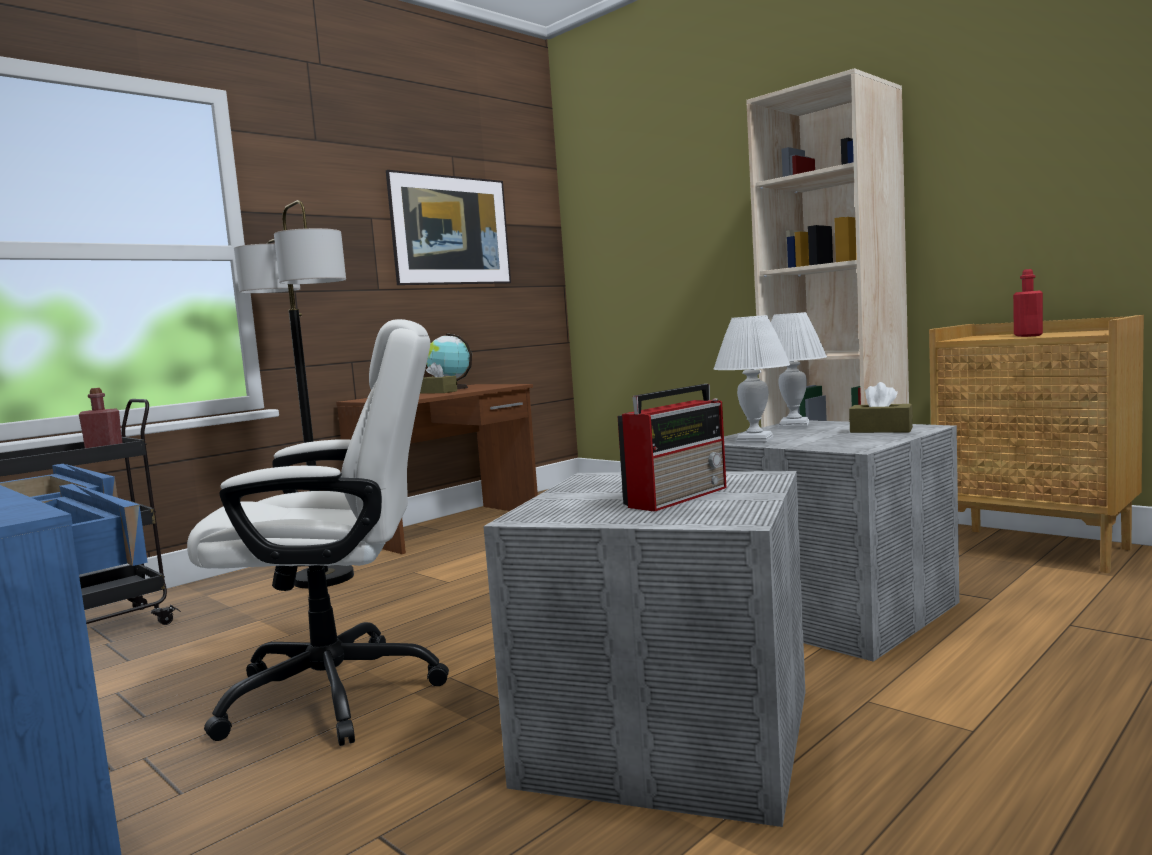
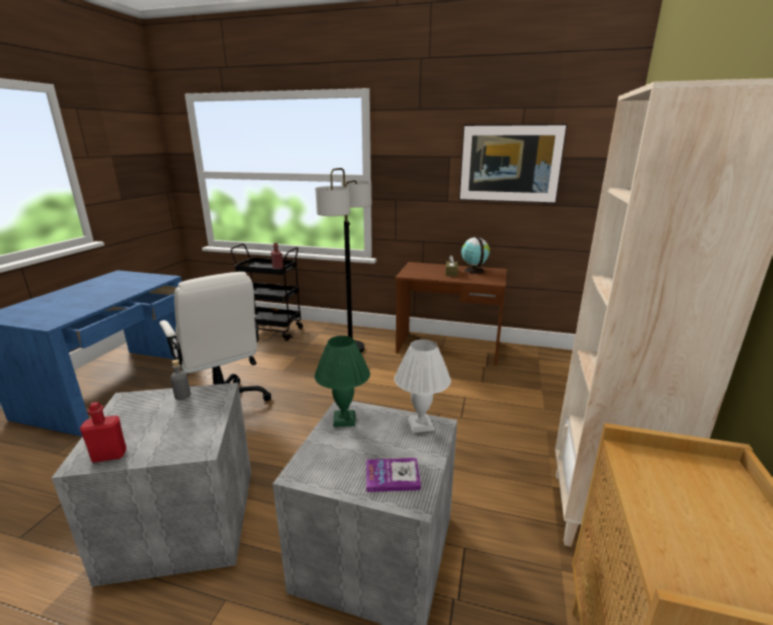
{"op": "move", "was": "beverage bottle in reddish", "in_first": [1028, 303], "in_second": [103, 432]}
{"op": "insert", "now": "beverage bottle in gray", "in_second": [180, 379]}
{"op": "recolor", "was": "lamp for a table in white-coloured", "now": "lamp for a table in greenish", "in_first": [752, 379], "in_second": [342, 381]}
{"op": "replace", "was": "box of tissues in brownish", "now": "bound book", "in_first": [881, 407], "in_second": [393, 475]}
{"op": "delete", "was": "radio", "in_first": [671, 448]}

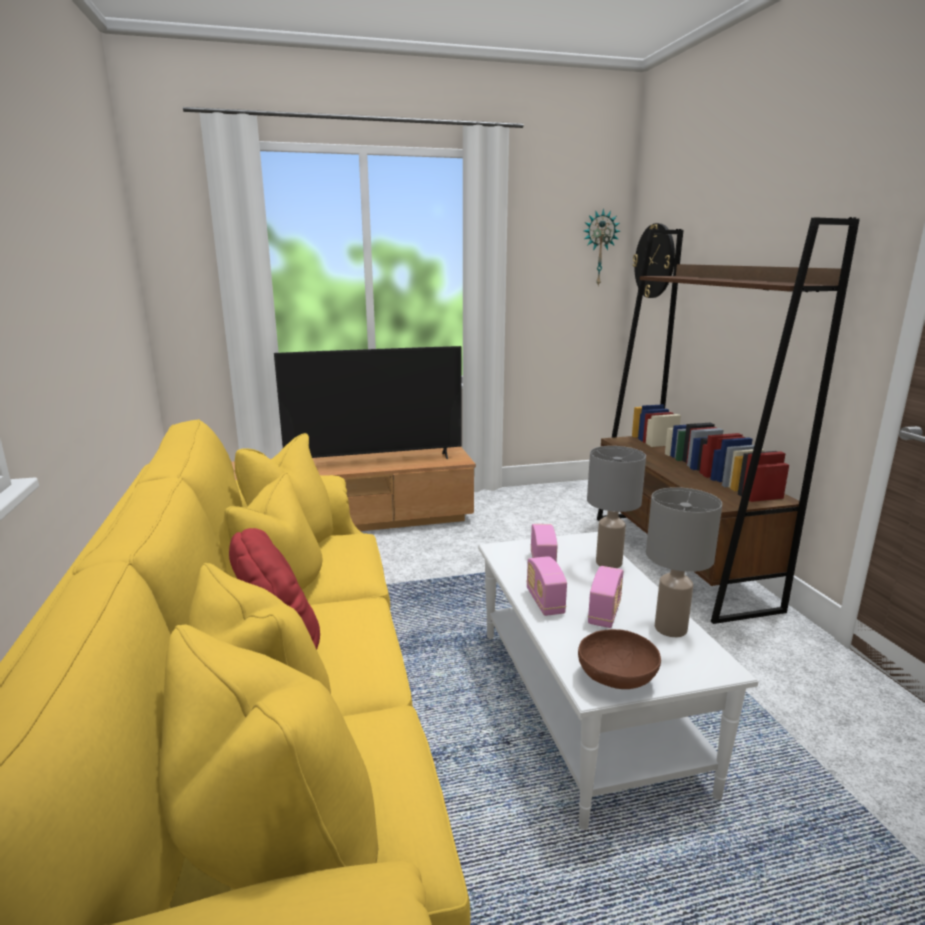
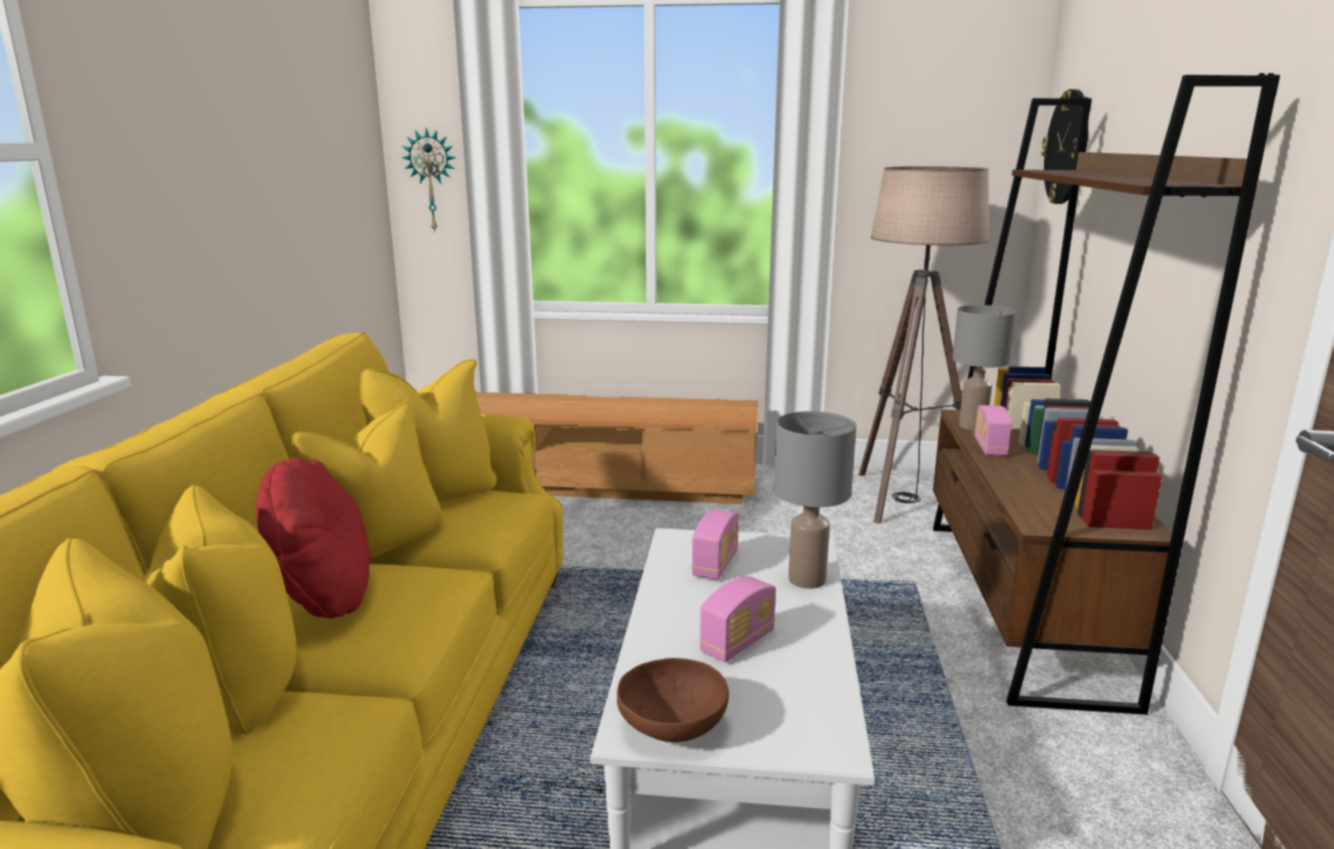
{"op": "move", "was": "wall clock", "in_first": [602, 247], "in_second": [428, 180]}
{"op": "insert", "now": "standard lamp", "in_second": [923, 345]}
{"op": "move", "was": "lamp for a table in gray", "in_first": [684, 562], "in_second": [984, 368]}
{"op": "move", "was": "radio", "in_first": [546, 586], "in_second": [993, 430]}
{"op": "delete", "was": "TV set", "in_first": [367, 402]}

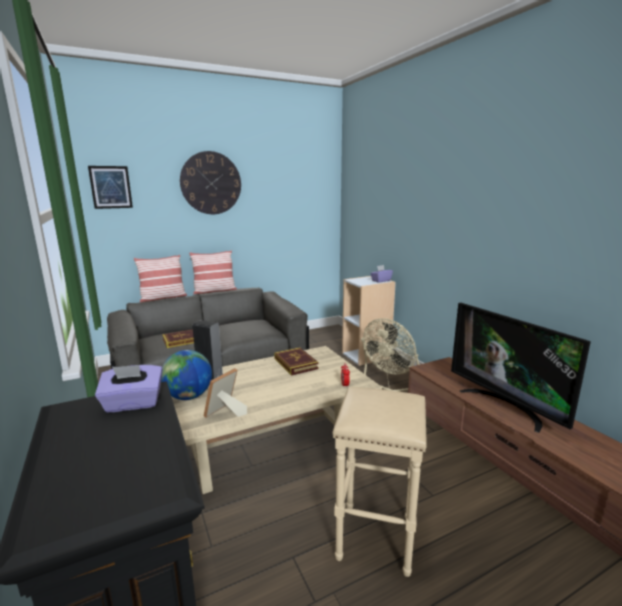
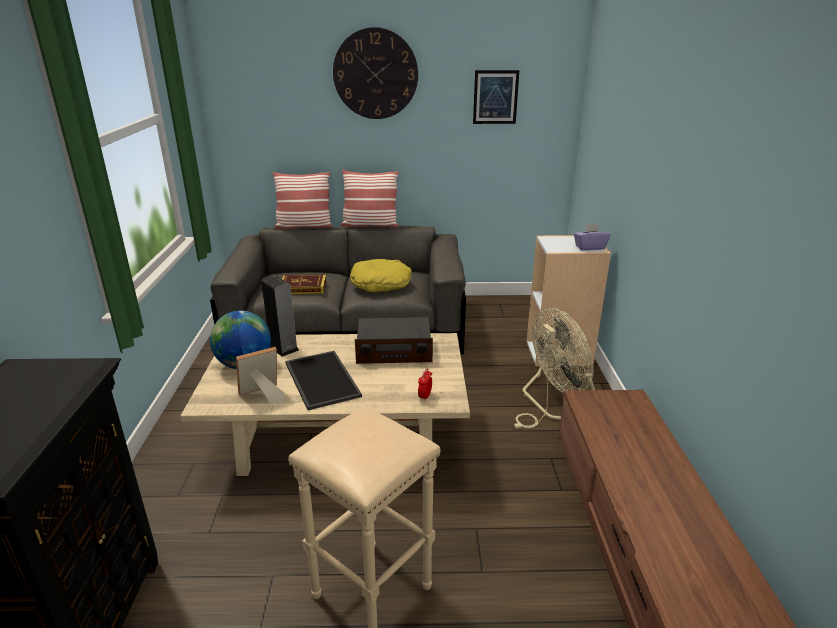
{"op": "insert", "now": "serving tray", "in_second": [323, 380]}
{"op": "insert", "now": "pillow in yellow", "in_second": [381, 275]}
{"op": "replace", "was": "bound book", "now": "radio", "in_first": [296, 361], "in_second": [394, 340]}
{"op": "move", "was": "wall picture", "in_first": [110, 187], "in_second": [496, 97]}
{"op": "delete", "was": "box of tissues in purple-coloured", "in_first": [129, 388]}
{"op": "delete", "was": "TV set", "in_first": [521, 368]}

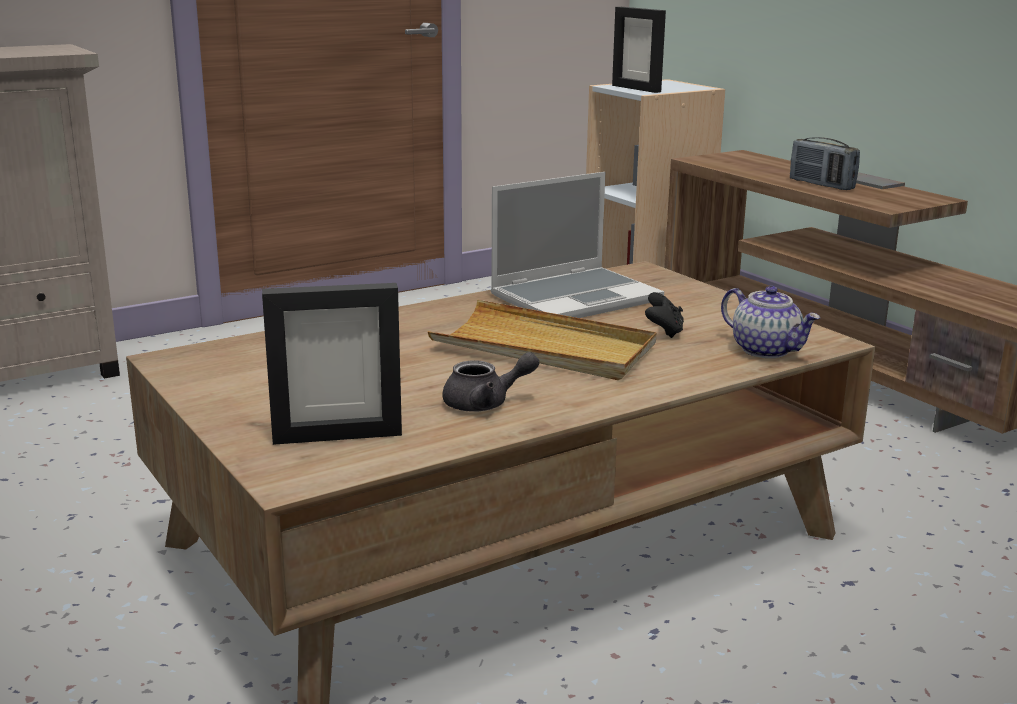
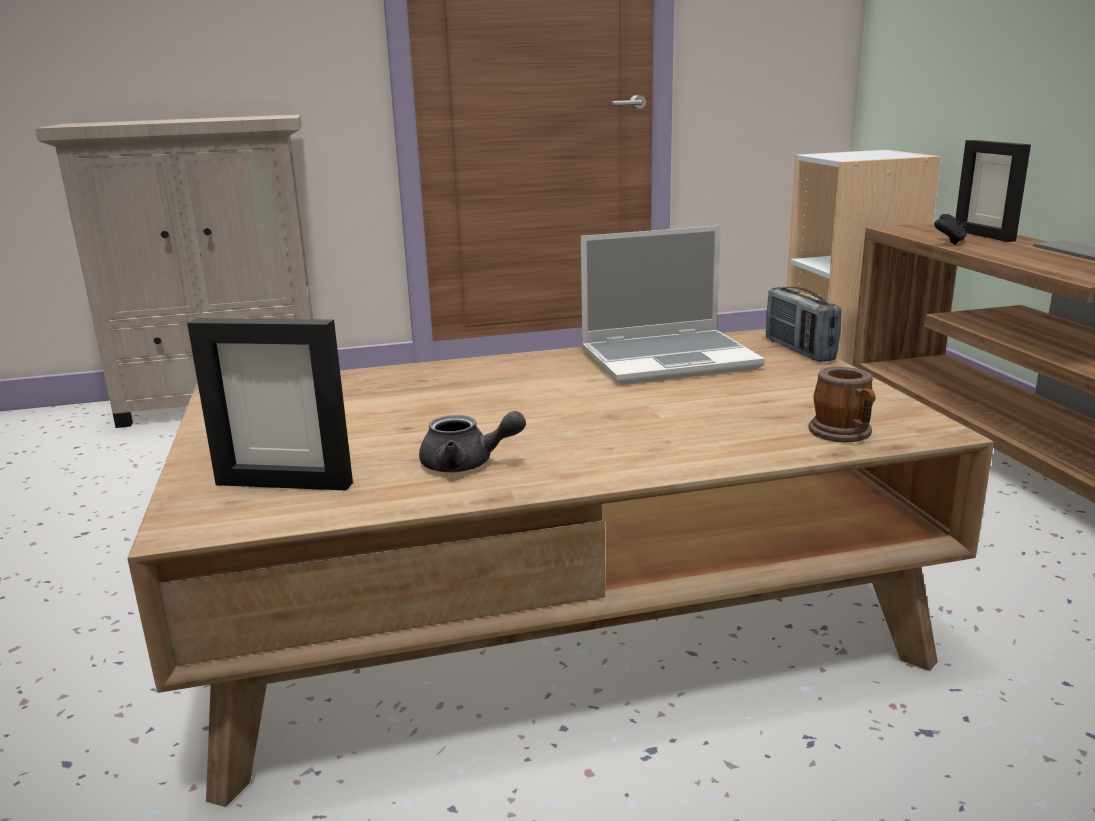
{"op": "move", "was": "radio", "in_first": [825, 163], "in_second": [803, 324]}
{"op": "replace", "was": "pot for tea", "now": "tea mug", "in_first": [770, 322], "in_second": [842, 404]}
{"op": "move", "was": "gamepad in black", "in_first": [664, 315], "in_second": [950, 229]}
{"op": "move", "was": "photo frame", "in_first": [639, 50], "in_second": [993, 191]}
{"op": "delete", "was": "serving tray in beige-coloured", "in_first": [542, 340]}

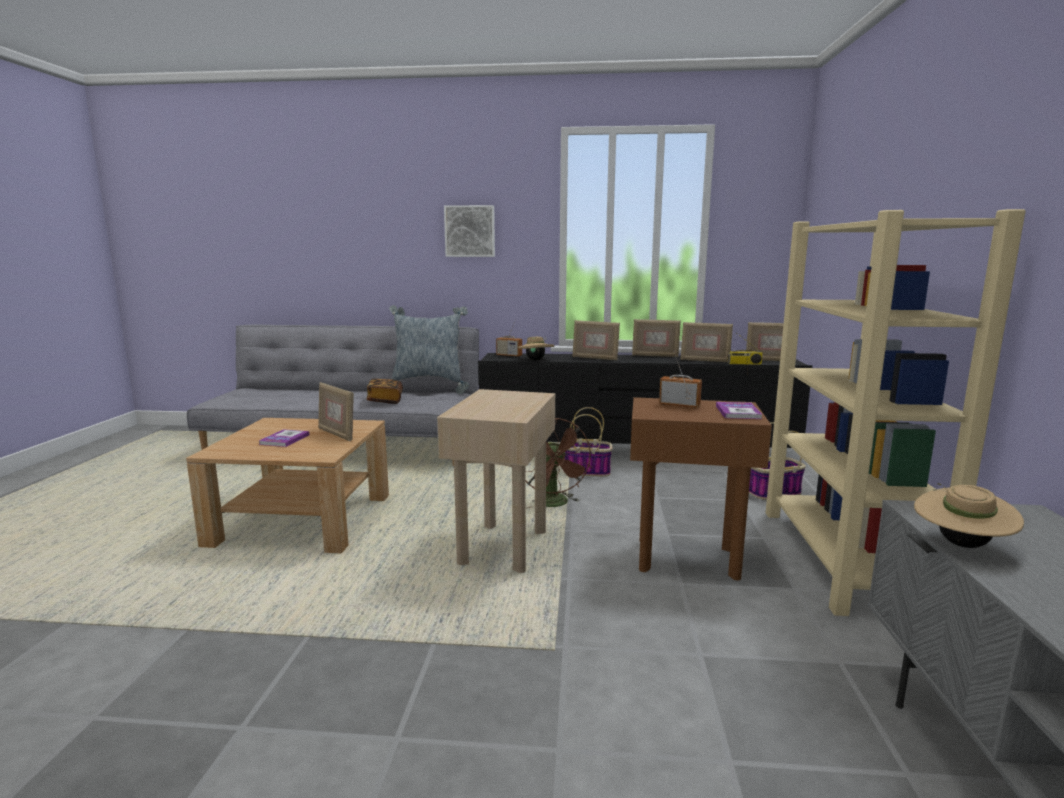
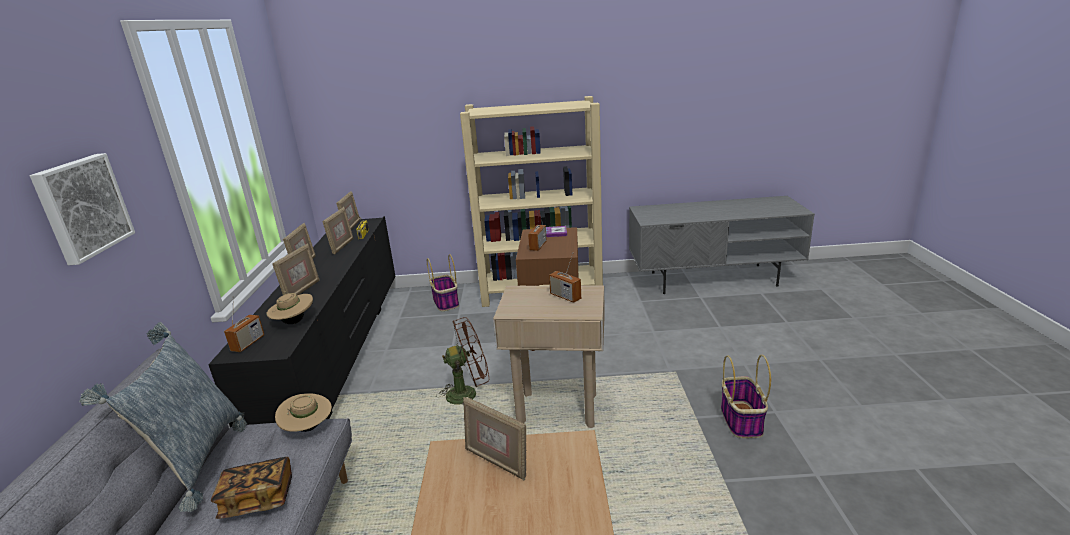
{"op": "move", "was": "clothing hat in beige-coloured", "in_first": [969, 515], "in_second": [303, 412]}
{"op": "rotate", "was": "photo frame", "in_first": [336, 411], "in_second": [494, 438], "clockwise": 90}
{"op": "insert", "now": "radio", "in_second": [565, 278]}
{"op": "move", "was": "basket", "in_first": [587, 442], "in_second": [746, 396]}
{"op": "delete", "was": "bound book", "in_first": [284, 438]}

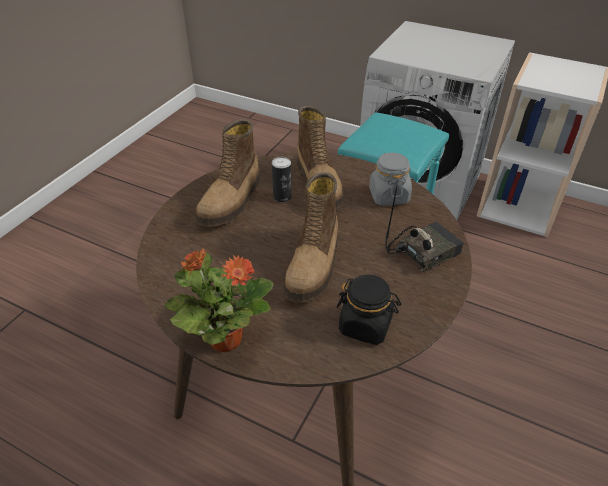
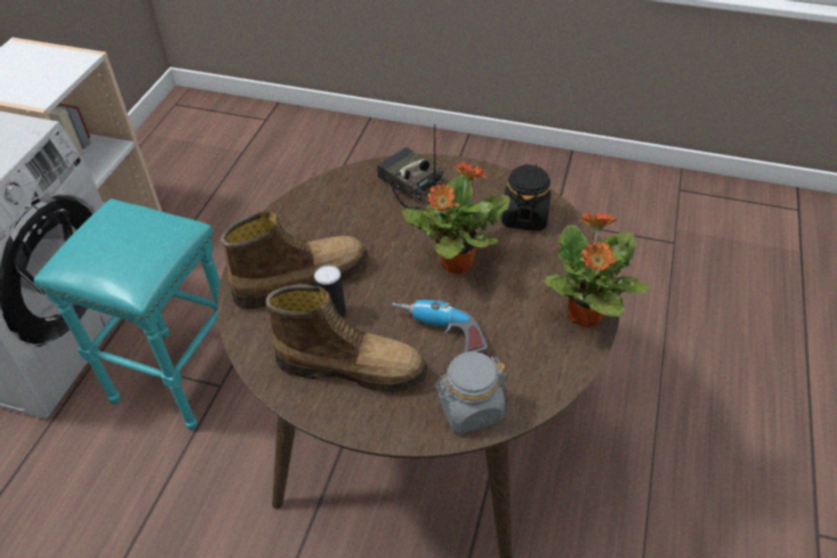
{"op": "insert", "now": "power drill", "in_second": [440, 326]}
{"op": "replace", "was": "tall boot", "now": "potted plant", "in_first": [310, 237], "in_second": [456, 217]}
{"op": "move", "was": "preserve jar in gray", "in_first": [390, 179], "in_second": [471, 393]}

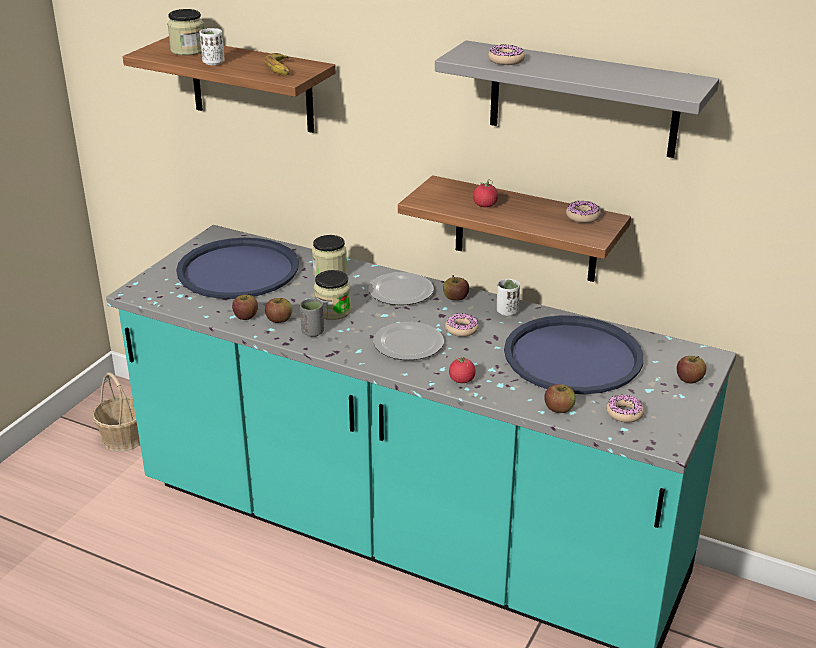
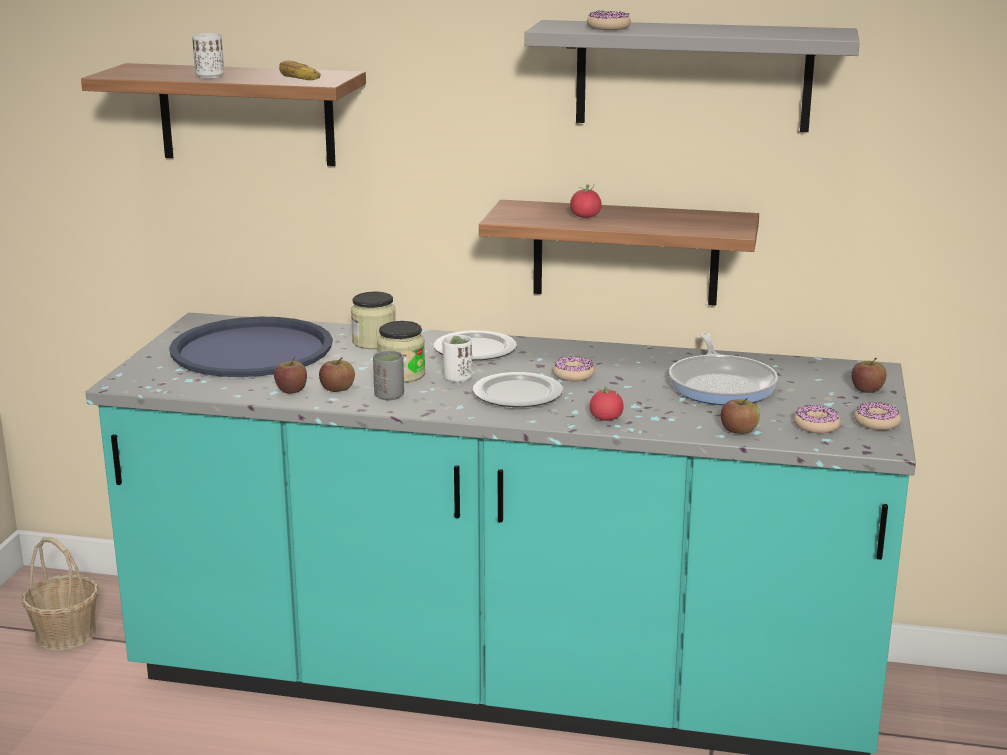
{"op": "move", "was": "small cup in white-coloured", "in_first": [508, 297], "in_second": [457, 359]}
{"op": "replace", "was": "serving tray in bluish", "now": "frying pan", "in_first": [574, 354], "in_second": [723, 369]}
{"op": "move", "was": "ring doughnut", "in_first": [583, 212], "in_second": [877, 416]}
{"op": "delete", "was": "preserve jar", "in_first": [185, 32]}
{"op": "delete", "was": "whole apple", "in_first": [456, 287]}

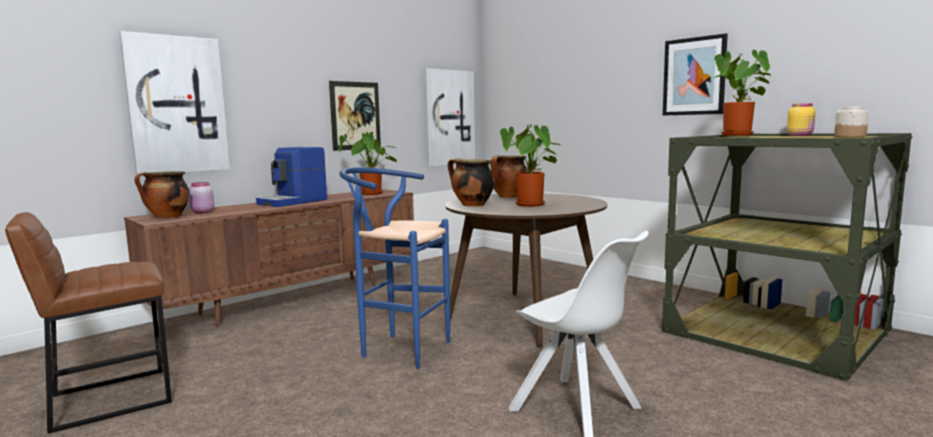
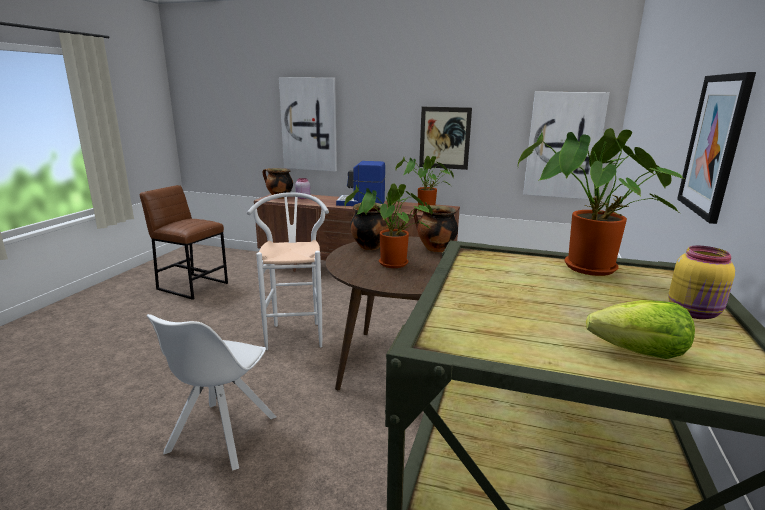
{"op": "recolor", "was": "sitting stool in bluish", "now": "sitting stool in white-coloured", "in_first": [394, 268], "in_second": [288, 271]}
{"op": "replace", "was": "preserve jar", "now": "lettuce head", "in_first": [851, 121], "in_second": [640, 329]}

